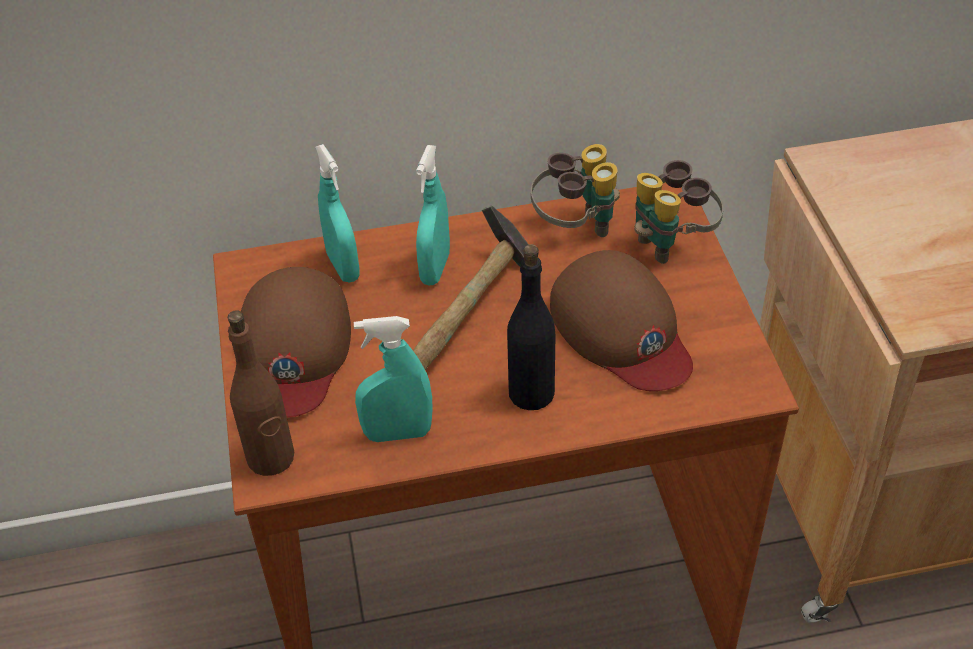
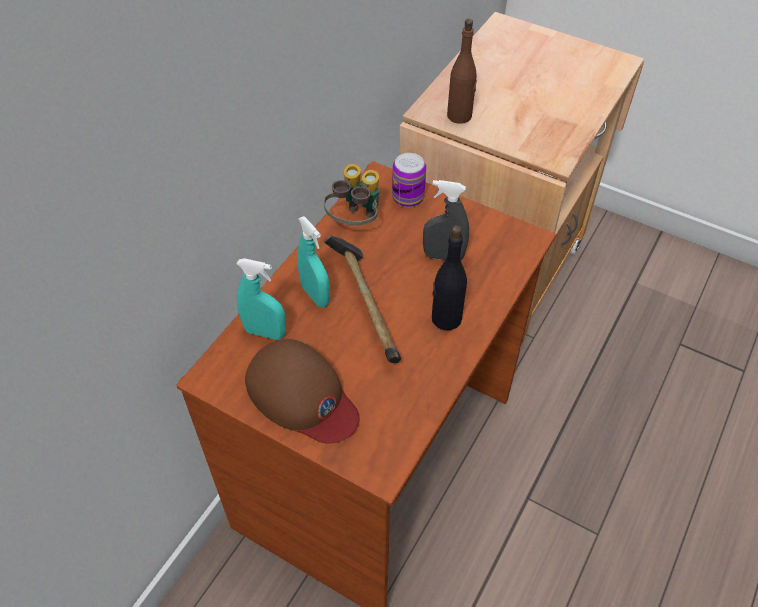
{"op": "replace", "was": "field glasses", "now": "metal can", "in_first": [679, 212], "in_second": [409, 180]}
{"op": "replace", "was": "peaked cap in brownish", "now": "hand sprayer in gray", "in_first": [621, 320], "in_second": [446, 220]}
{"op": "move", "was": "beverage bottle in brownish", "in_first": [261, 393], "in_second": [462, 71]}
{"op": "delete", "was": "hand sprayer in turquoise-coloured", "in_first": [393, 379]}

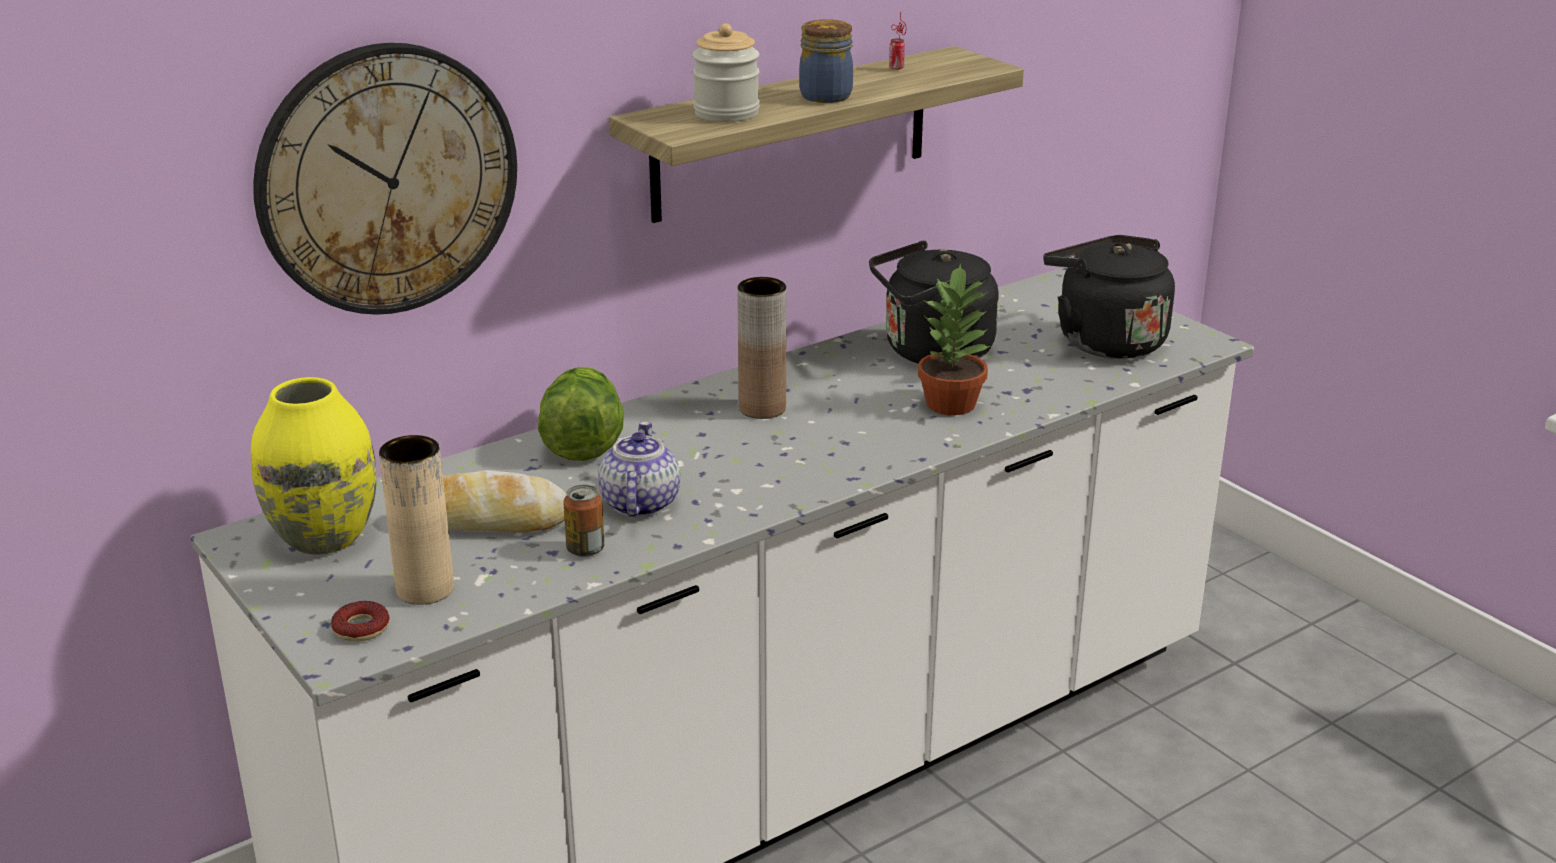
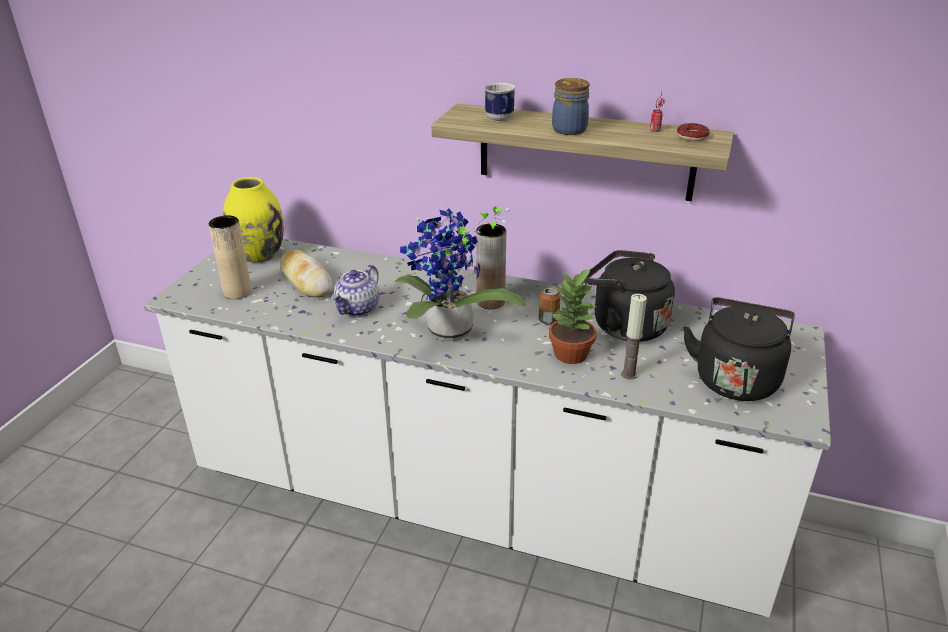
{"op": "rotate", "was": "pot for tea", "in_first": [639, 469], "in_second": [355, 290], "clockwise": 150}
{"op": "insert", "now": "potted plant", "in_second": [460, 274]}
{"op": "replace", "was": "preserve jar", "now": "tea mug", "in_first": [726, 73], "in_second": [499, 102]}
{"op": "move", "was": "metal can", "in_first": [583, 521], "in_second": [549, 305]}
{"op": "insert", "now": "wax light", "in_second": [634, 337]}
{"op": "move", "was": "ring doughnut", "in_first": [360, 621], "in_second": [693, 132]}
{"op": "delete", "was": "wall clock", "in_first": [385, 179]}
{"op": "delete", "was": "lettuce head", "in_first": [581, 414]}

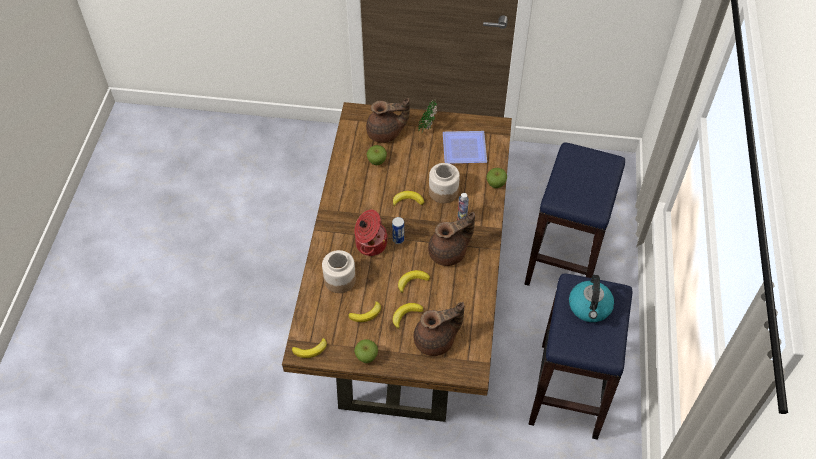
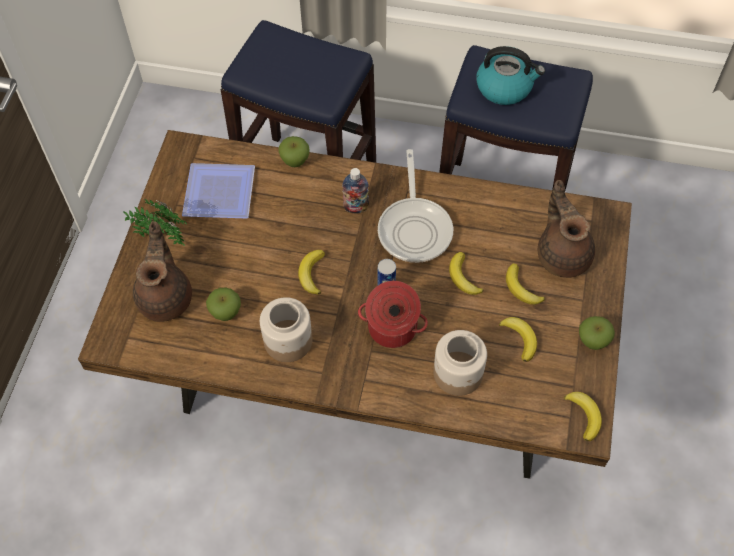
{"op": "move", "was": "preserve jar", "in_first": [444, 183], "in_second": [286, 329]}
{"op": "replace", "was": "pot for tea in brownish", "now": "frying pan", "in_first": [451, 239], "in_second": [415, 206]}

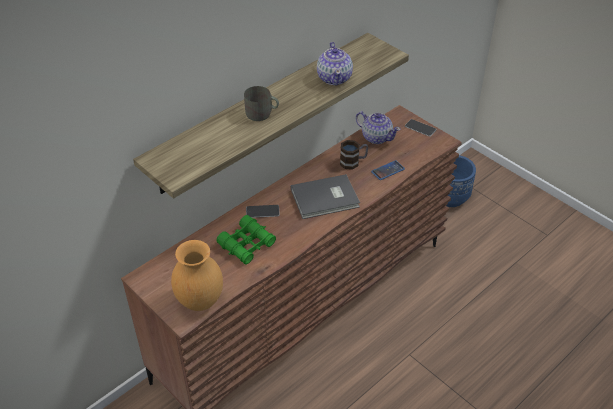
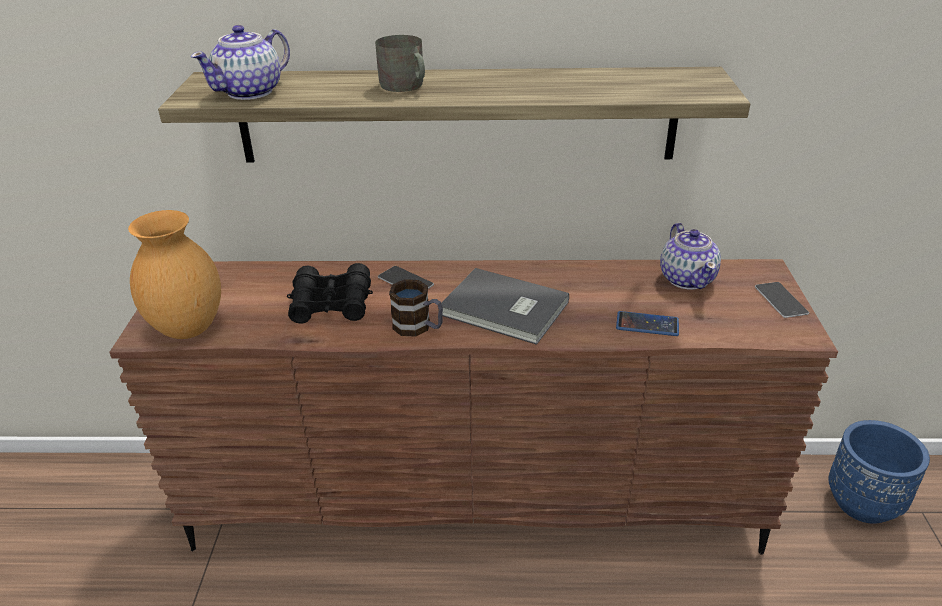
{"op": "move", "was": "pot for tea", "in_first": [335, 64], "in_second": [240, 62]}
{"op": "recolor", "was": "field glasses in greenish", "now": "field glasses in black", "in_first": [246, 240], "in_second": [330, 293]}
{"op": "move", "was": "tea mug", "in_first": [354, 155], "in_second": [416, 308]}

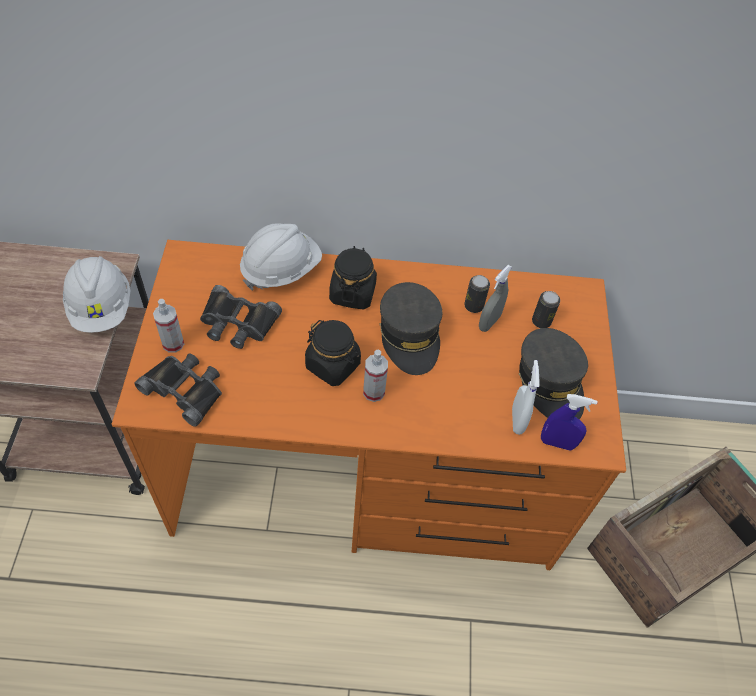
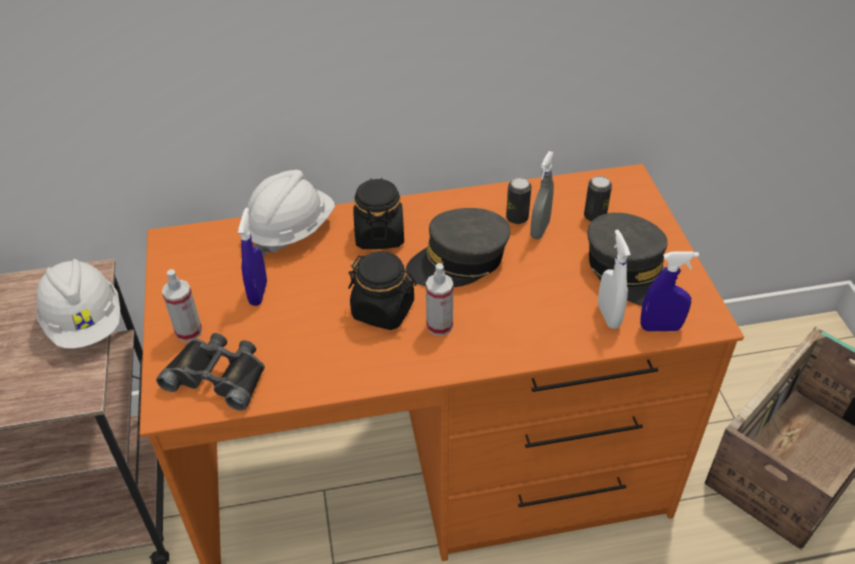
{"op": "replace", "was": "field glasses in black", "now": "hand sprayer in bluish", "in_first": [241, 317], "in_second": [252, 257]}
{"op": "rotate", "was": "peaked cap in gray", "in_first": [411, 328], "in_second": [458, 247], "clockwise": 90}

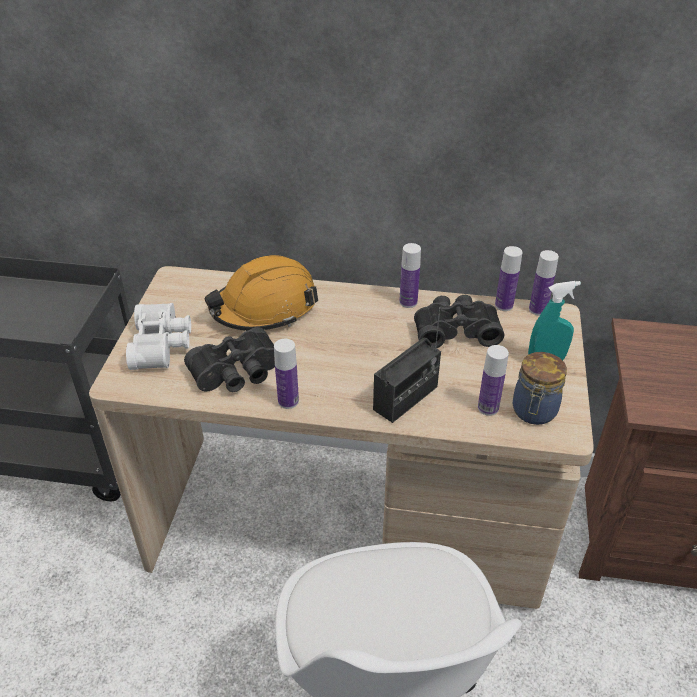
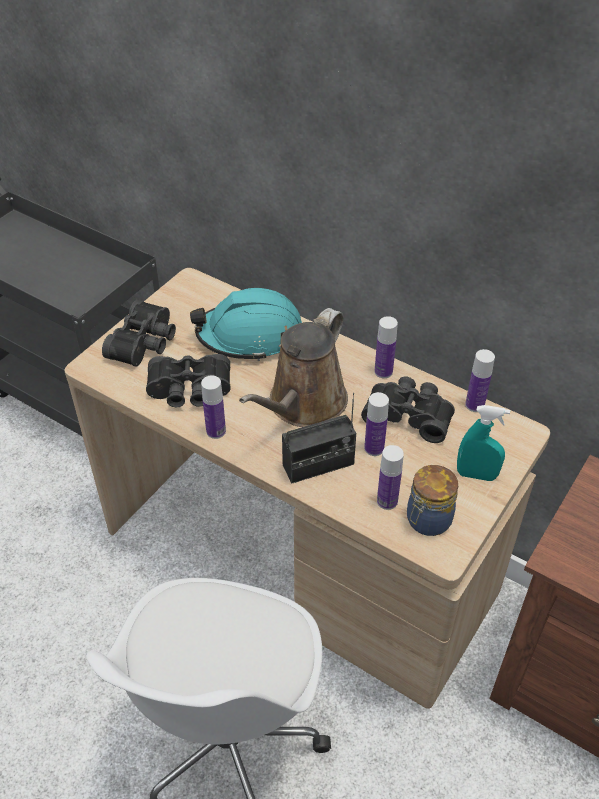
{"op": "recolor", "was": "field glasses in white-coloured", "now": "field glasses in black", "in_first": [158, 336], "in_second": [139, 333]}
{"op": "recolor", "was": "safety helmet in orangey", "now": "safety helmet in turquoise-coloured", "in_first": [261, 293], "in_second": [246, 324]}
{"op": "insert", "now": "watering can in brownish", "in_second": [293, 367]}
{"op": "move", "was": "beverage bottle", "in_first": [544, 283], "in_second": [376, 424]}

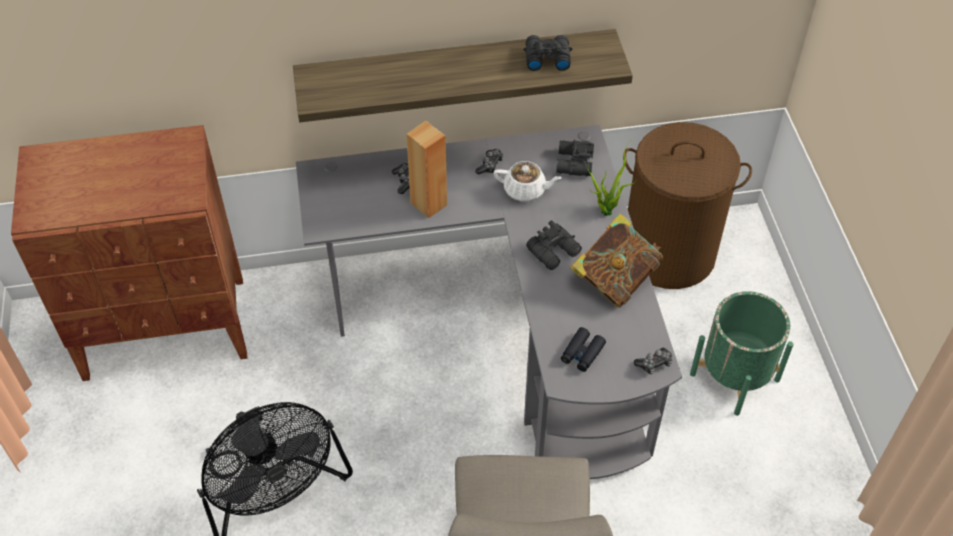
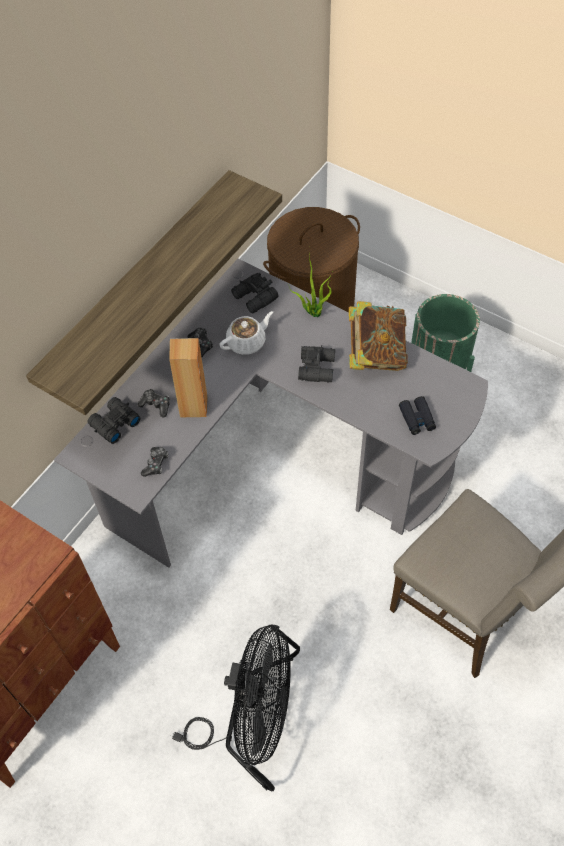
{"op": "move", "was": "field glasses in black", "in_first": [547, 53], "in_second": [114, 420]}
{"op": "move", "was": "gamepad", "in_first": [653, 361], "in_second": [155, 462]}

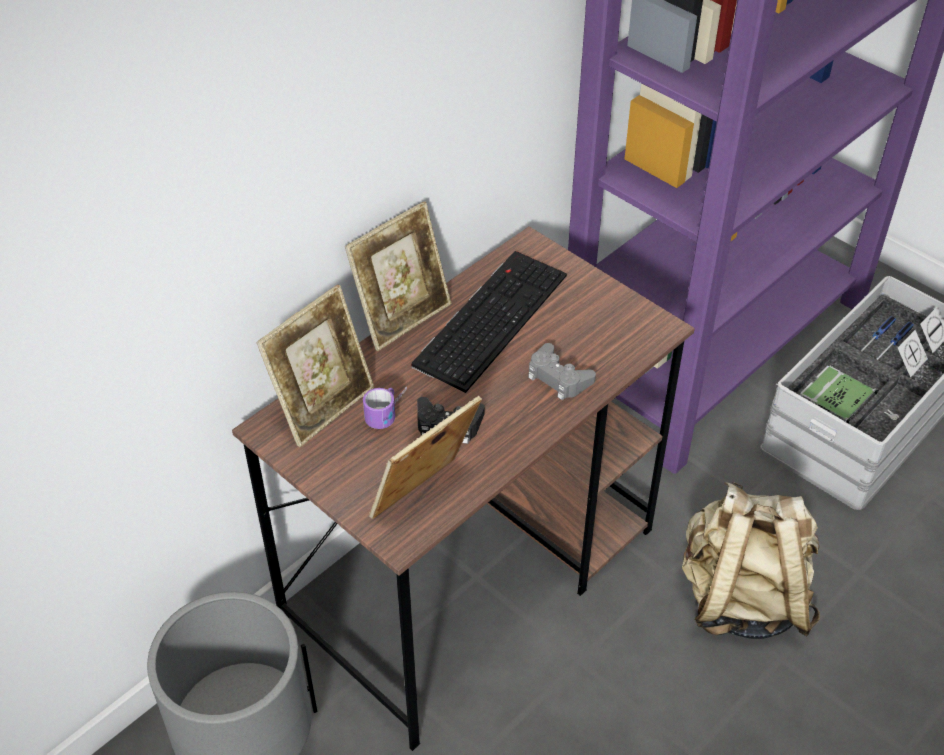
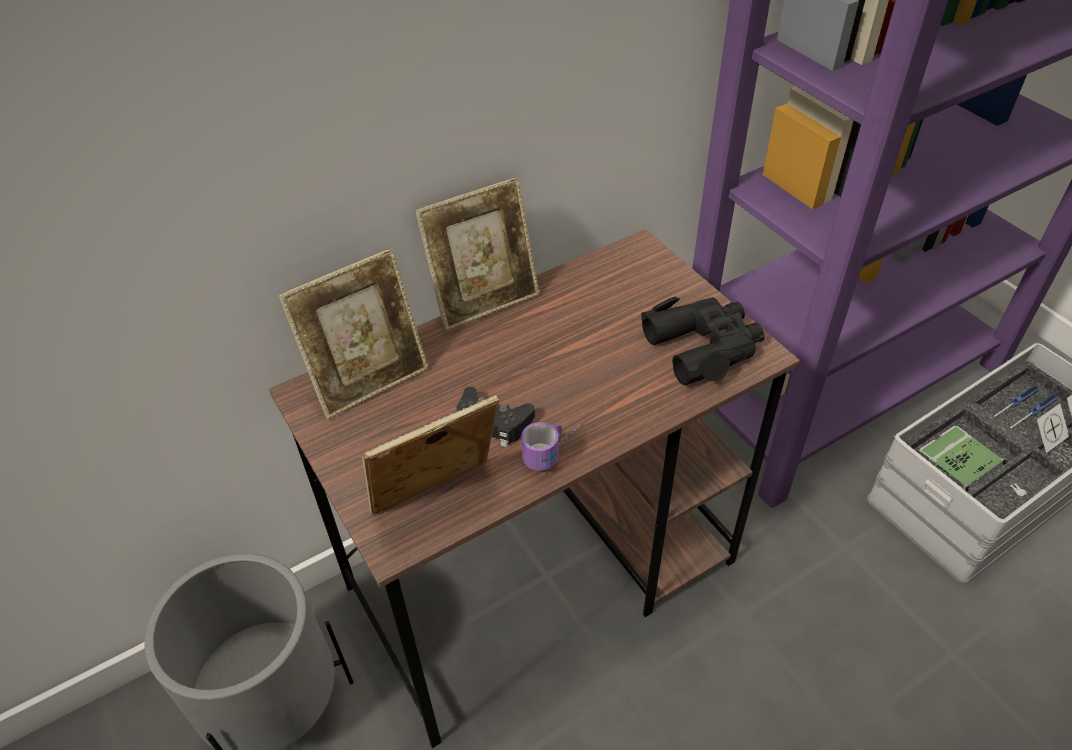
{"op": "move", "was": "tea mug", "in_first": [385, 408], "in_second": [550, 446]}
{"op": "insert", "now": "field glasses in black", "in_second": [703, 341]}
{"op": "delete", "was": "PC keyboard", "in_first": [489, 322]}
{"op": "delete", "was": "gamepad in gray", "in_first": [562, 371]}
{"op": "delete", "was": "knapsack in beige-coloured", "in_first": [751, 560]}

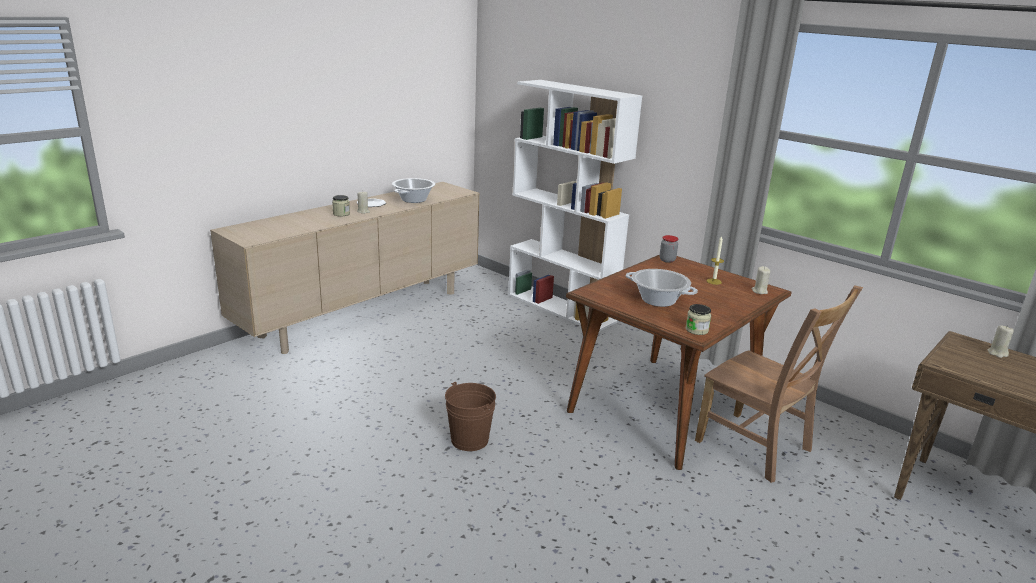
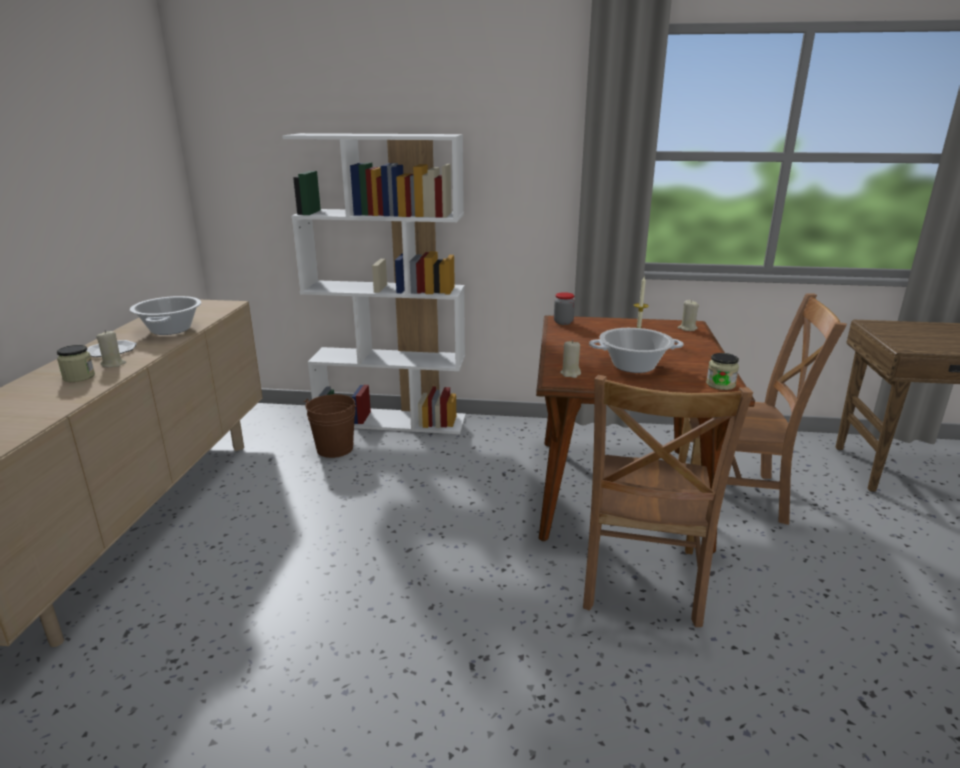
{"op": "move", "was": "pail in brownish", "in_first": [470, 416], "in_second": [329, 426]}
{"op": "move", "was": "wax light in beige-coloured", "in_first": [1000, 341], "in_second": [570, 359]}
{"op": "insert", "now": "chair in brownish", "in_second": [668, 501]}

